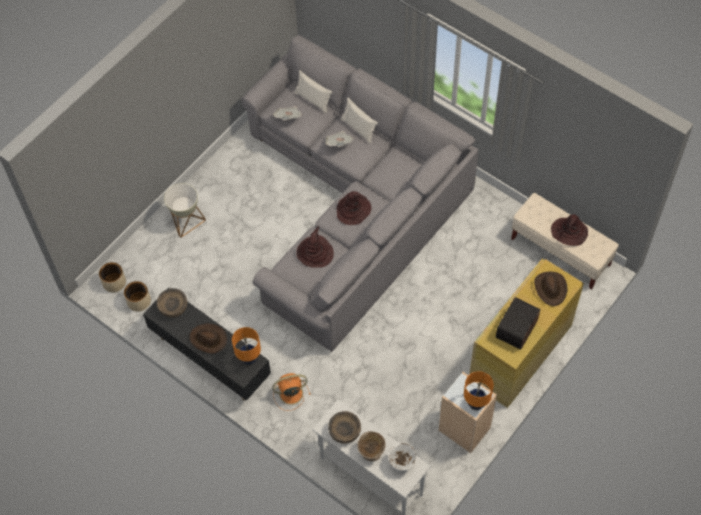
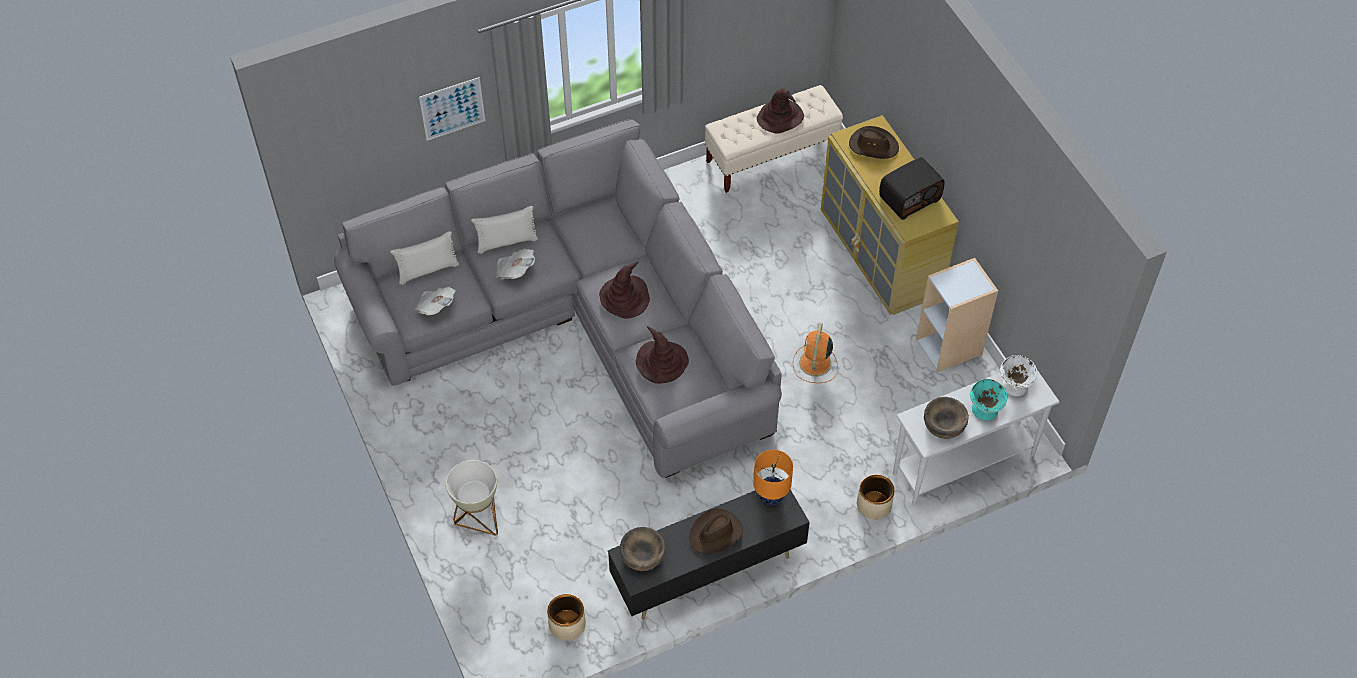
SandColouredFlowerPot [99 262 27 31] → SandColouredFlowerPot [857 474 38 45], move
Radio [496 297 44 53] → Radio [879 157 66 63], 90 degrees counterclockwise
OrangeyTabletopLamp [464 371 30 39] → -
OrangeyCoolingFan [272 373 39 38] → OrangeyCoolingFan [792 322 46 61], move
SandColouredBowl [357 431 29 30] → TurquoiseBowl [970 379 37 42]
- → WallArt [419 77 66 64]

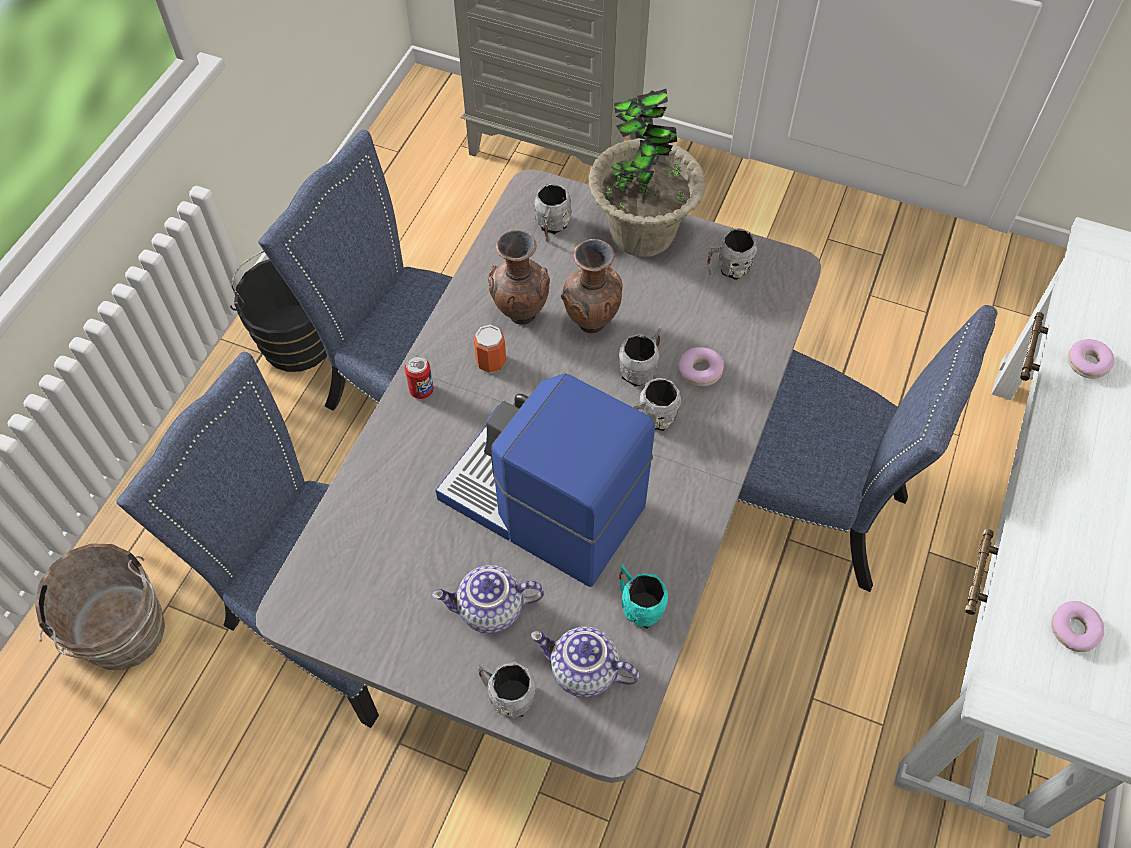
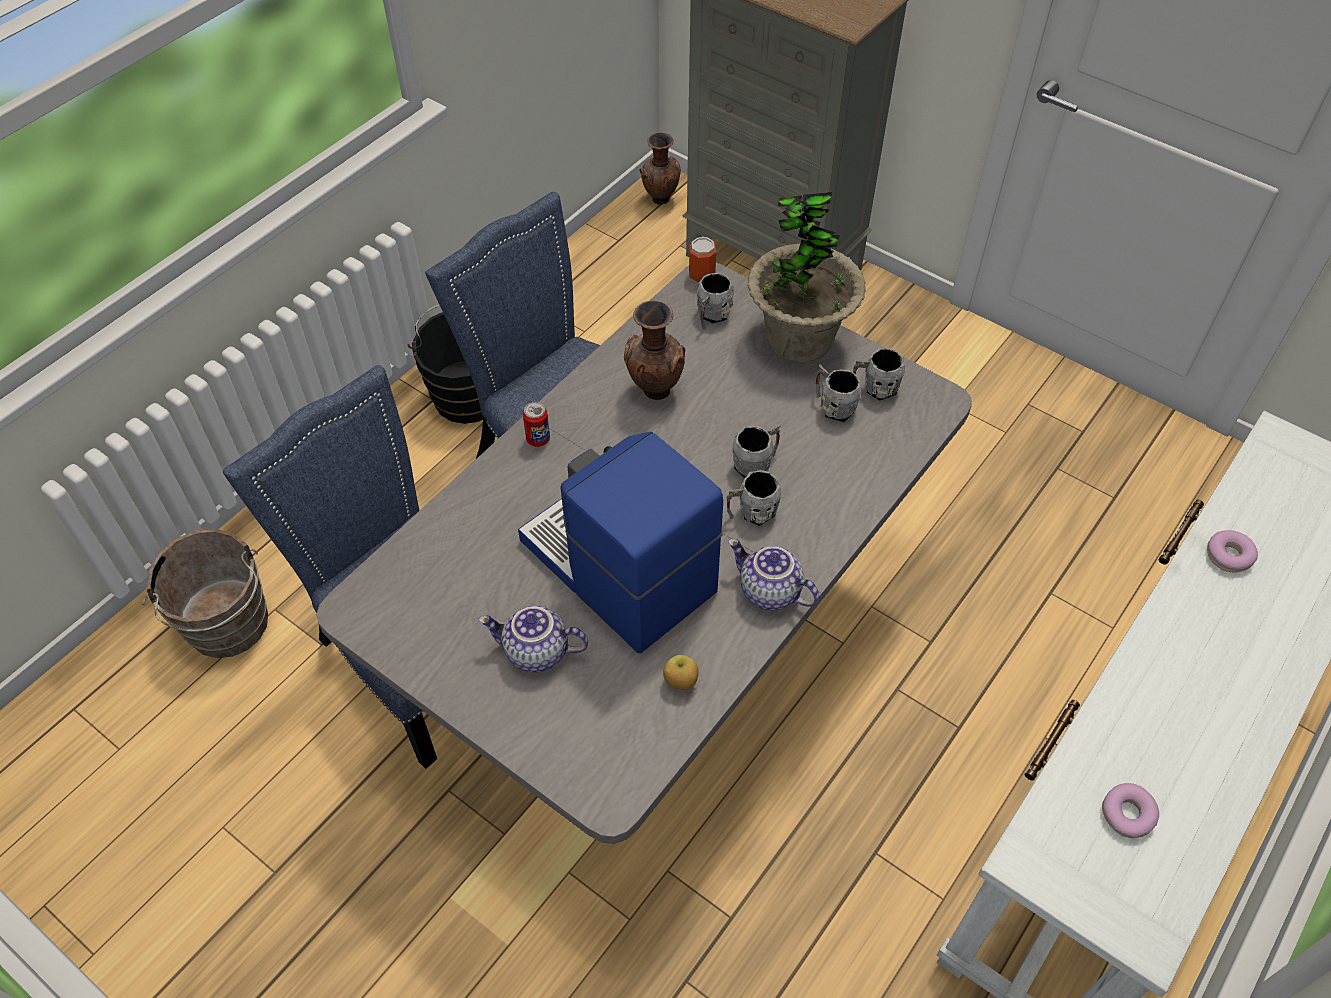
BrownColouredDecorativeVase [561 239 62 94] → BrownColouredDecorativeVase [639 132 42 73], move
BluishChair [737 305 261 287] → -
Can [473 325 33 48] → Can [689 237 27 47], move
Donut [678 347 46 39] → -
TurquoiseCoffeeMug [619 564 49 65] → WholeApple [663 655 36 35]
TeaPot [531 627 108 70] → TeaPot [728 538 91 72], move
GreyCoffeeMug [478 662 58 56] → GreyCoffeeMug [816 364 45 58], move

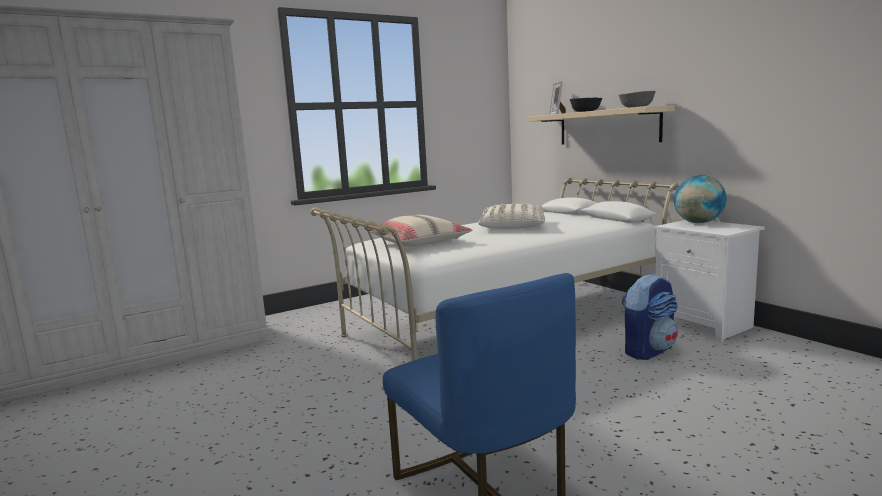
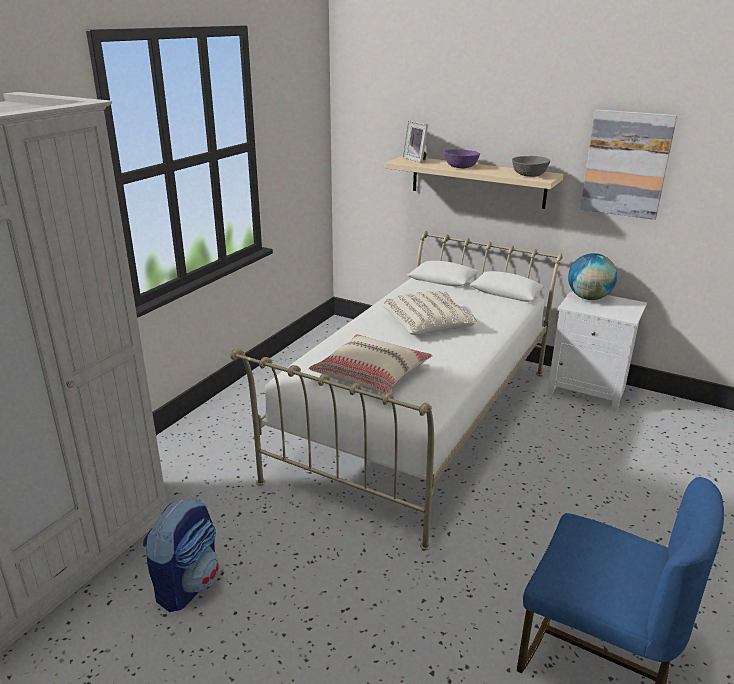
BlackBowl [570 98 32 14] → PurpleBowl [444 149 36 19]
Rucksack [622 274 56 86] → Rucksack [143 498 76 114], move
- → WallArt [580 109 97 111]

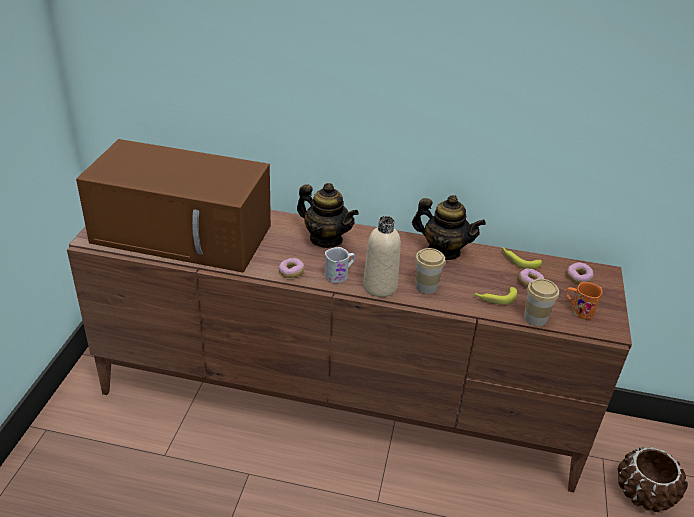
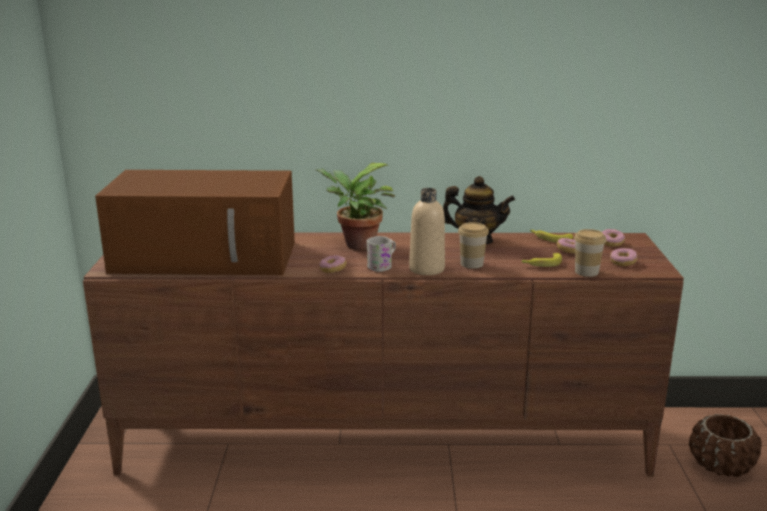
TeaPot [297 183 62 65] → PottedPlant [315 163 81 87]
OrangeyCoffeeMug [566 282 36 37] → Donut [610 248 27 18]

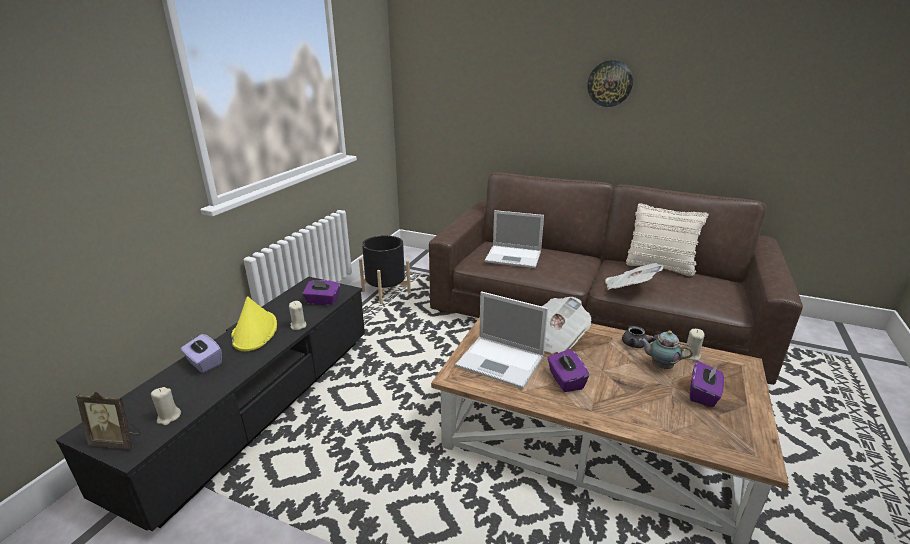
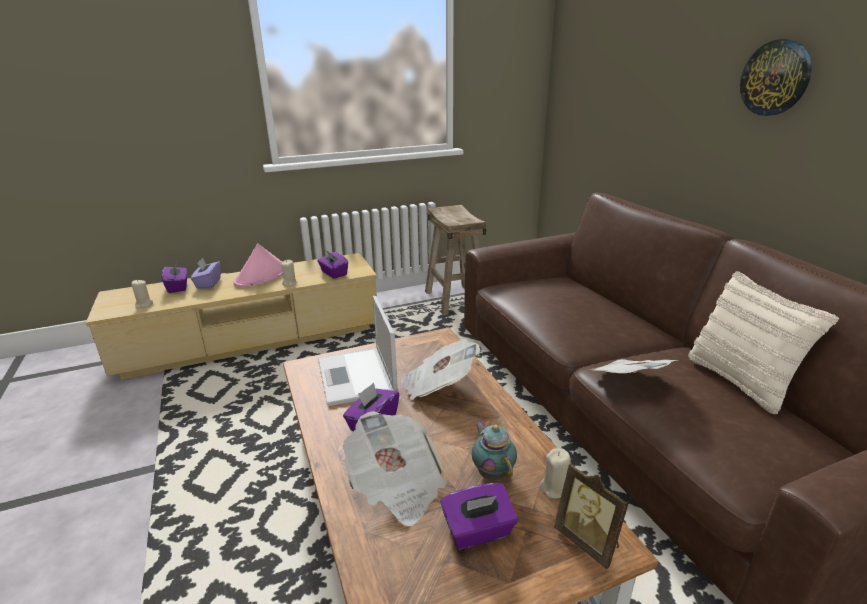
NotebookComputer [485 210 59 58] → -
BlackFlowerPot [359 235 52 69] → SandColouredStool [425 205 61 110]
BlackTvUnit [56 276 309 255] → SandColouredTvUnit [86 253 291 127]
YellowColouredHat [231 296 46 55] → PinkColouredHat [233 243 50 44]
GreyTeaPot [622 326 37 22] → -
PhotoFrame [76 392 65 57] → PhotoFrame [554 463 75 106], move
- → PurpleBoxOfTissues [162 262 25 31]
- → DailyPaper [342 411 105 115]

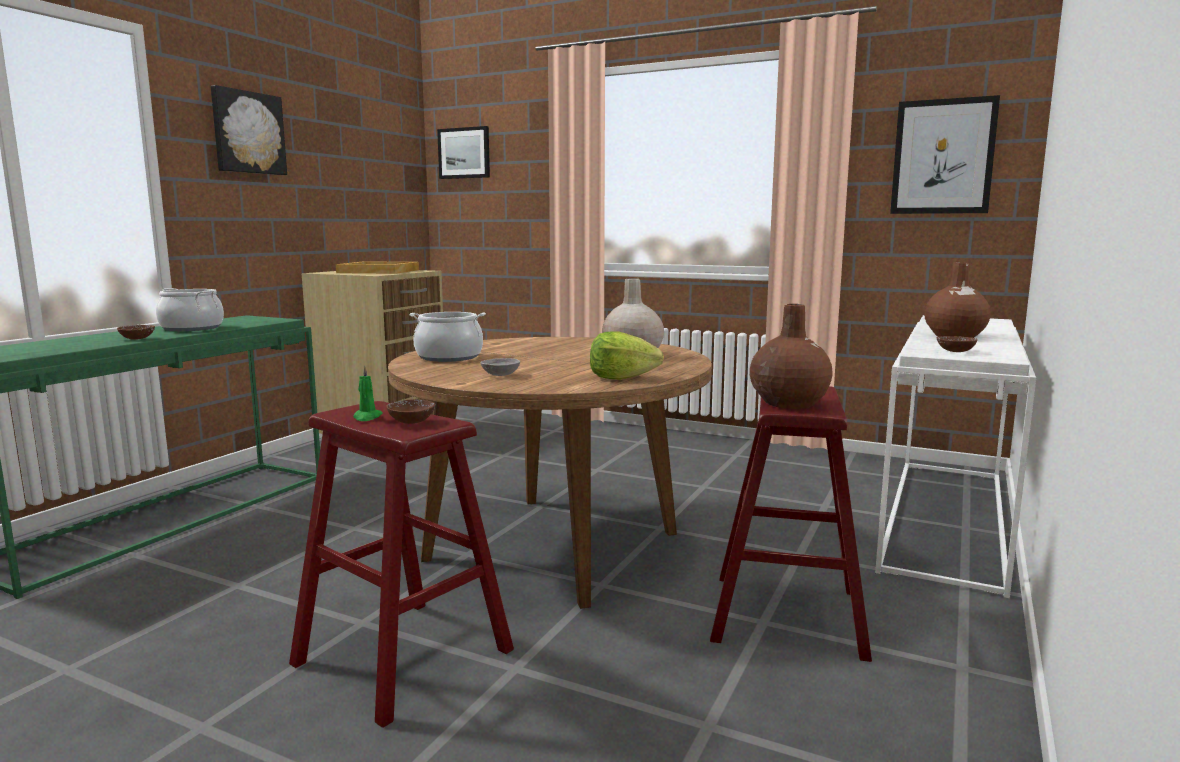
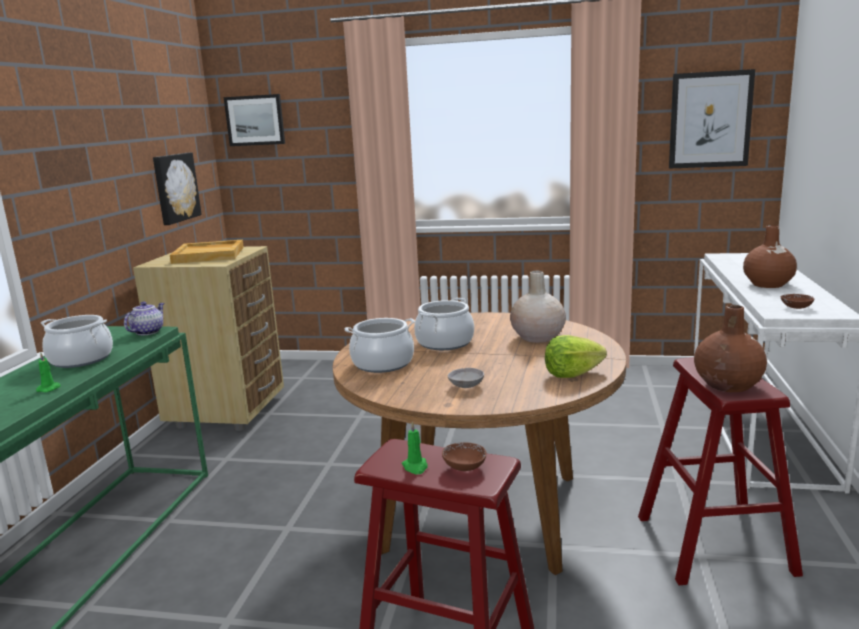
WallArt [211 85 76 90] → WallArt [153 152 49 73], move
BrownColouredBowl [117 325 38 15] → GreenishWaxLight [36 353 25 39]
- → CookingPot [414 298 60 52]
- → TeaPot [124 302 40 33]

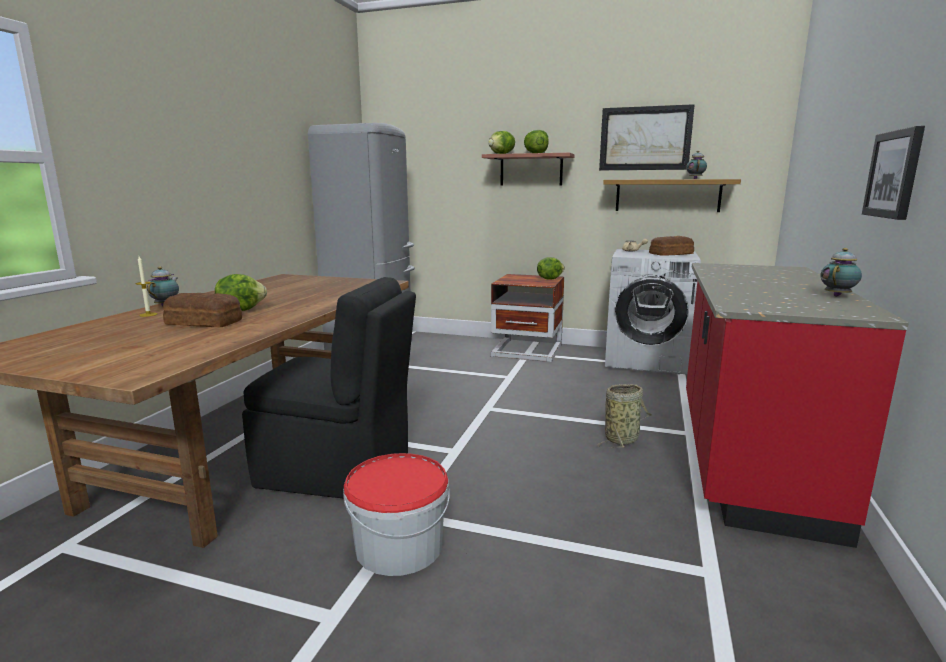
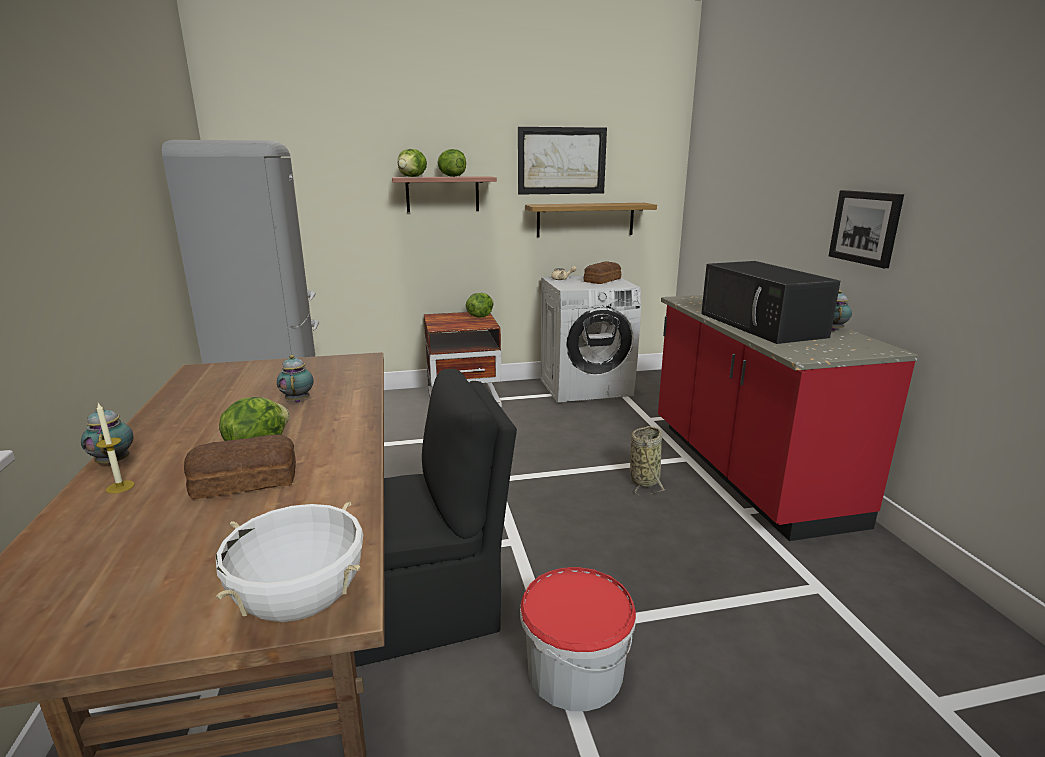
TeaPot [686 151 21 28] → TeaPot [277 355 37 48], move
- → BlackMicrowave [701 261 139 83]
- → WhiteColouredCookingPot [215 502 148 120]

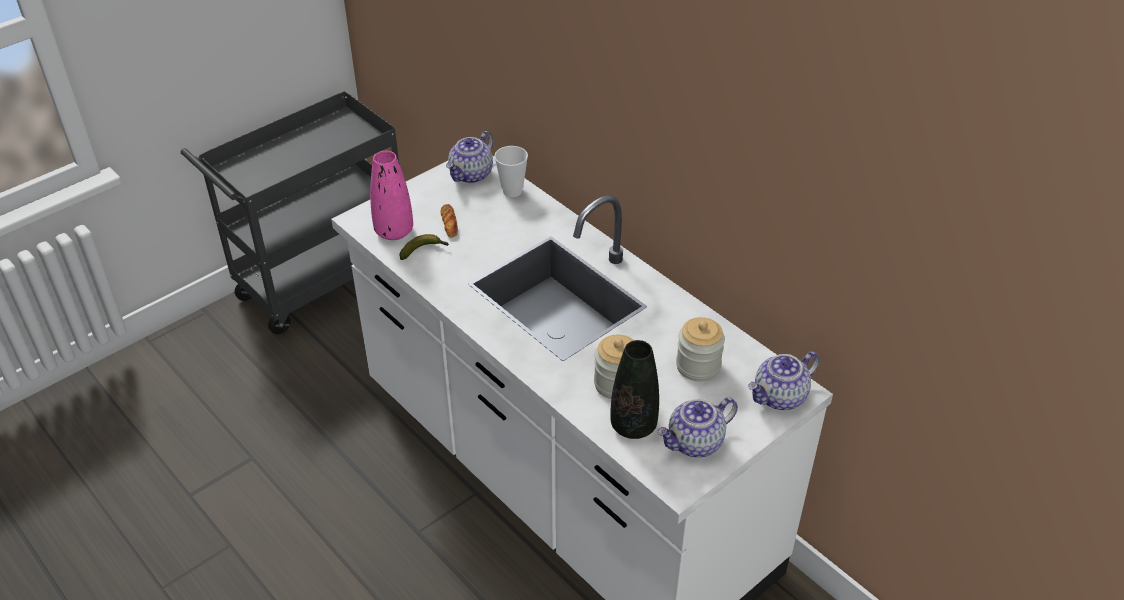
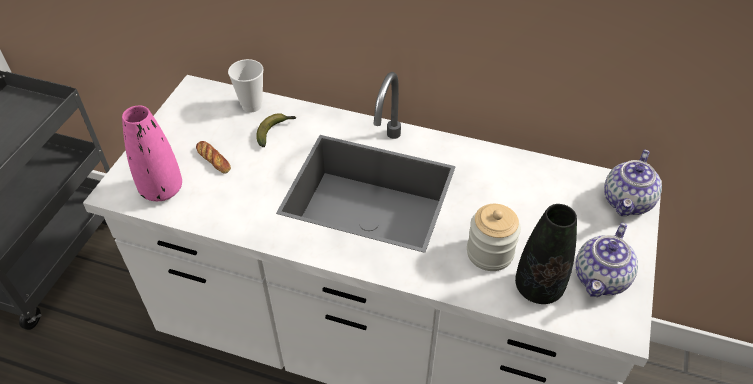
TeaPot [446 131 47 52] → -
Banana [399 234 50 26] → Banana [256 113 40 34], move
StorageJar [676 317 49 65] → -

